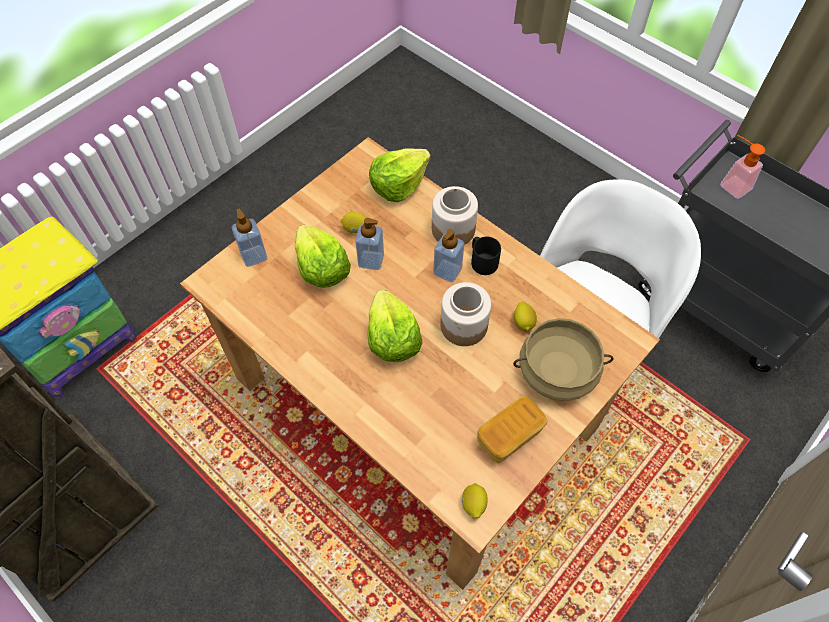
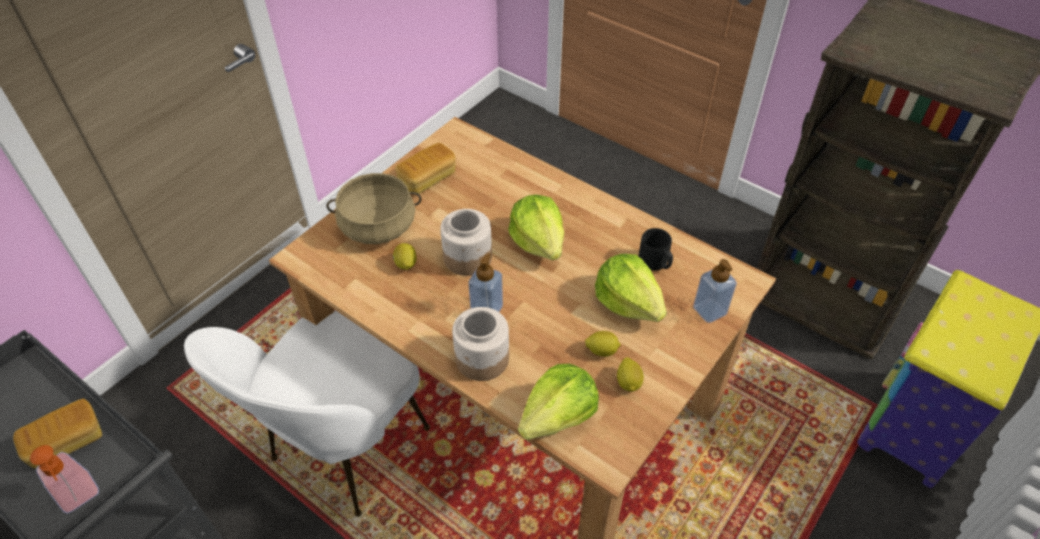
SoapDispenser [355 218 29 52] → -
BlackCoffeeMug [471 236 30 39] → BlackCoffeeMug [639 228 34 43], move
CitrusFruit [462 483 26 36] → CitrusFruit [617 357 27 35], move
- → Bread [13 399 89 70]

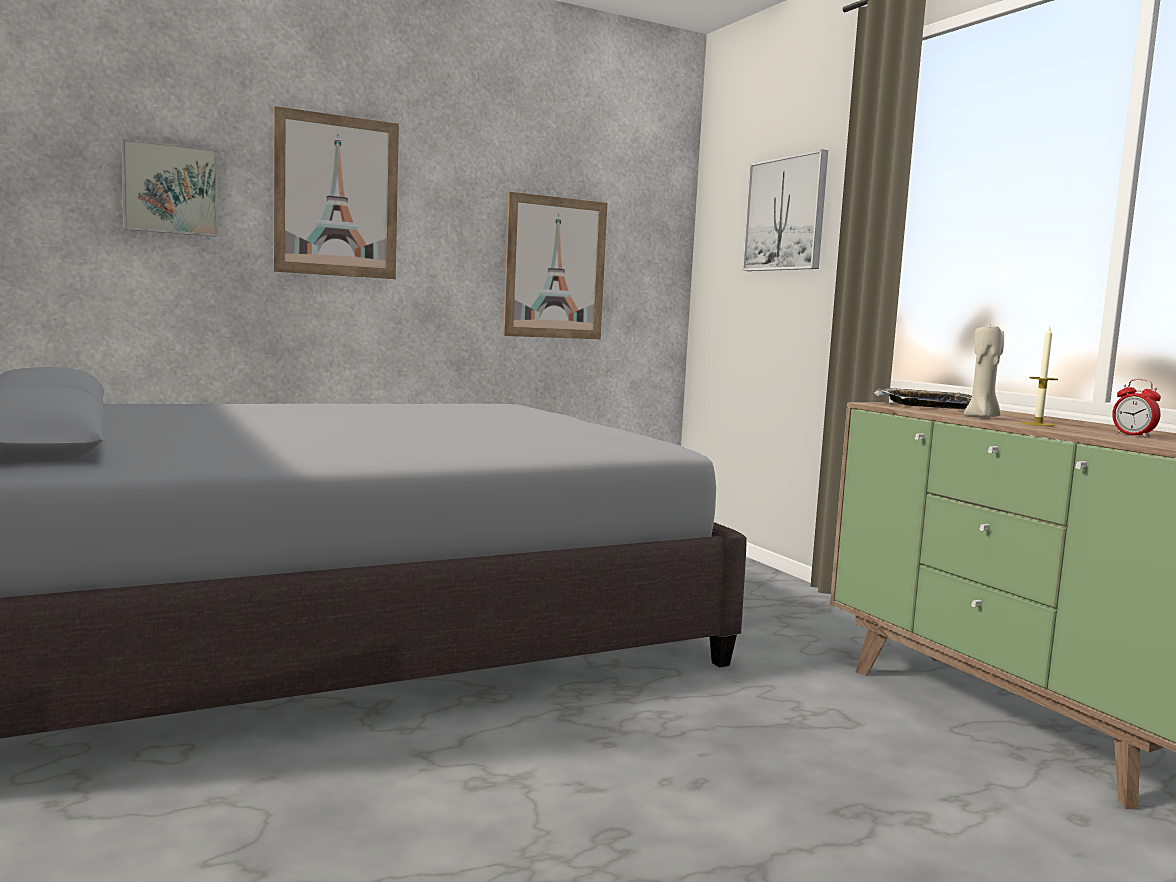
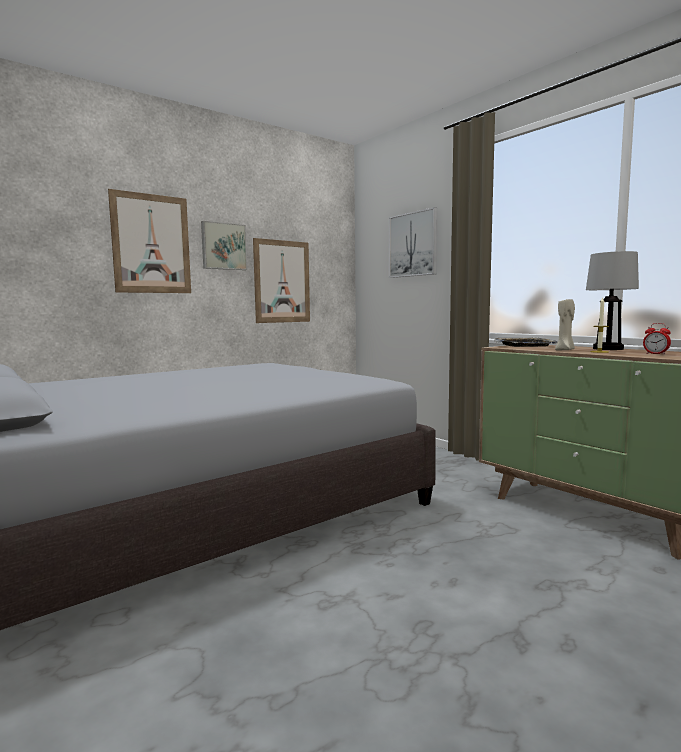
WallArt [122 138 96 99] → WallArt [201 221 46 49], move
- → TabletopLamp [586 251 53 99]

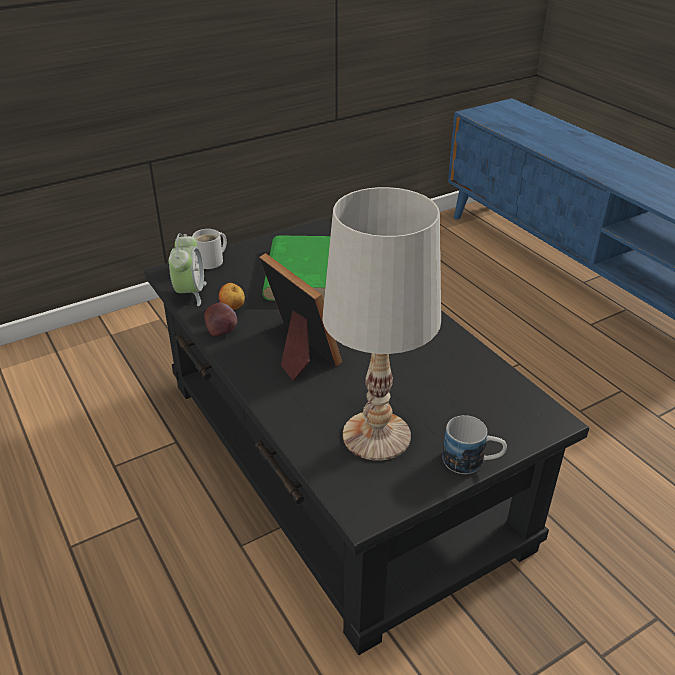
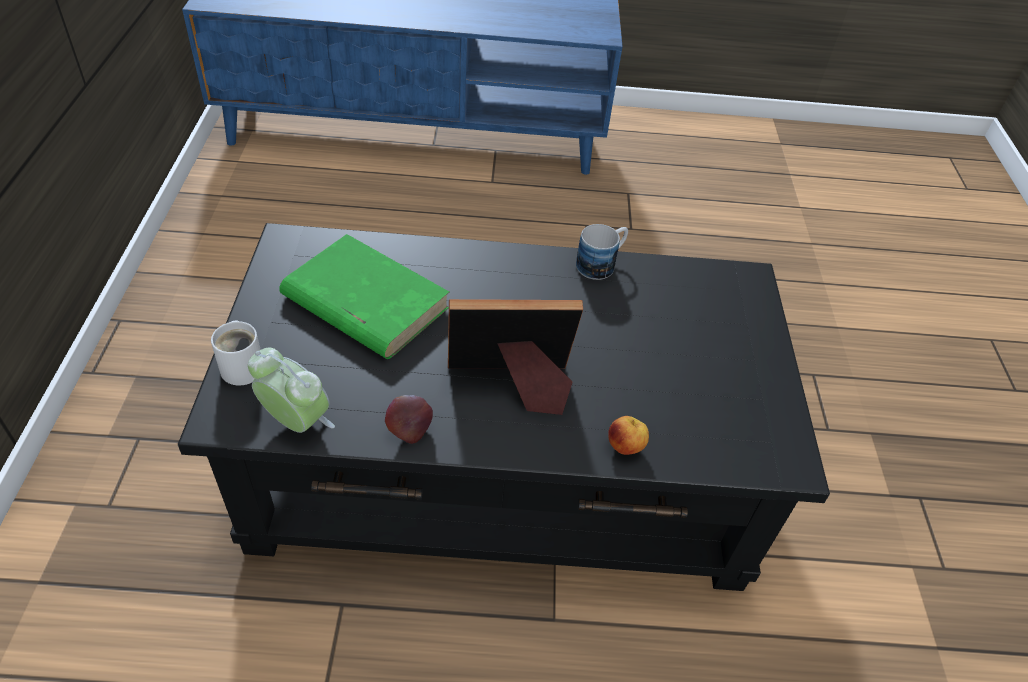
WhiteColouredTabletopLamp [323 187 118 274] → -
WholeApple [219 283 26 27] → WholeApple [608 416 41 39], move
CoffeeMug [442 415 65 59] → CoffeeMug [576 224 52 56], move

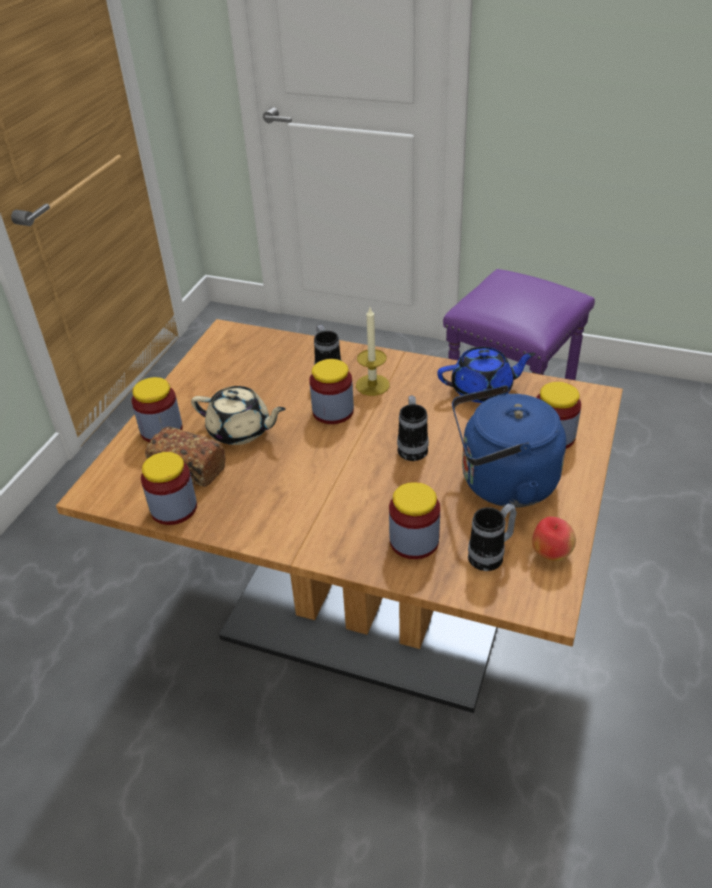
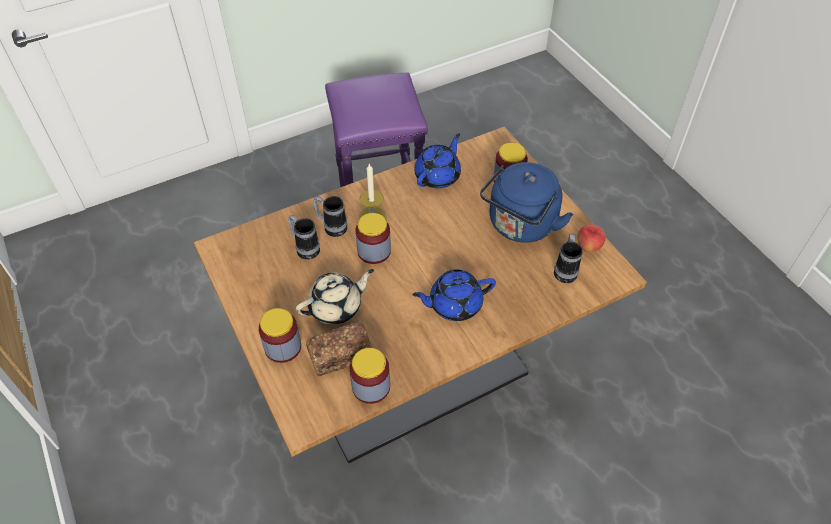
CoffeeMug [397 395 32 66] → CoffeeMug [288 215 32 45], move
StorageJar [389 482 51 77] → -
- → BluishTeaPot [412 269 84 52]

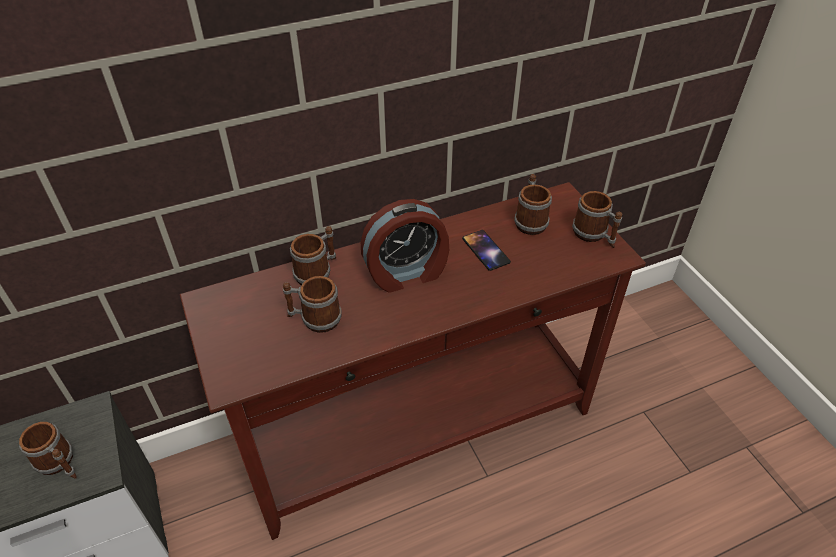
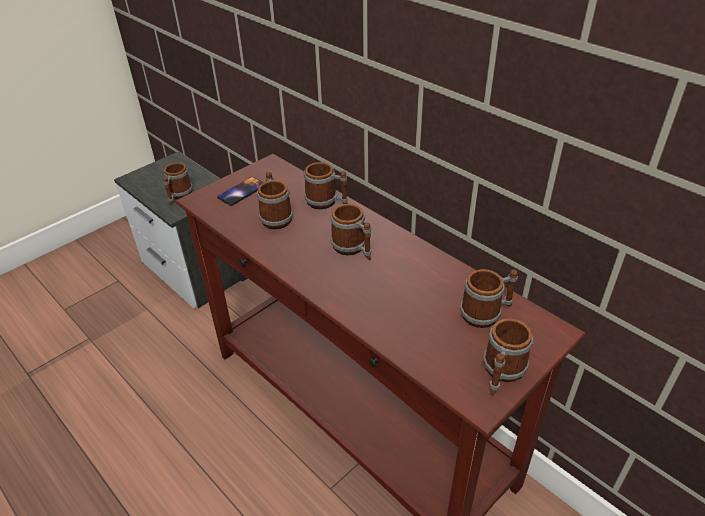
TableClock [361 199 88 94] → CoffeeMug [331 204 40 56]
Handset [462 230 49 41] → Handset [217 177 47 29], move

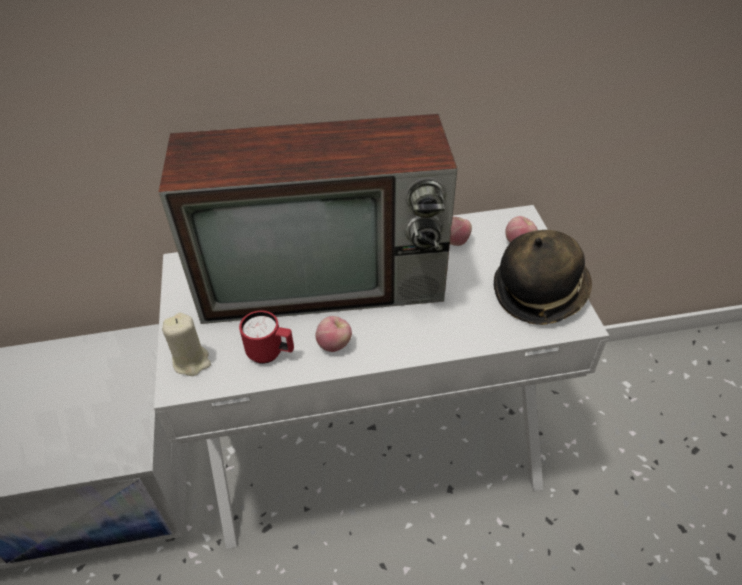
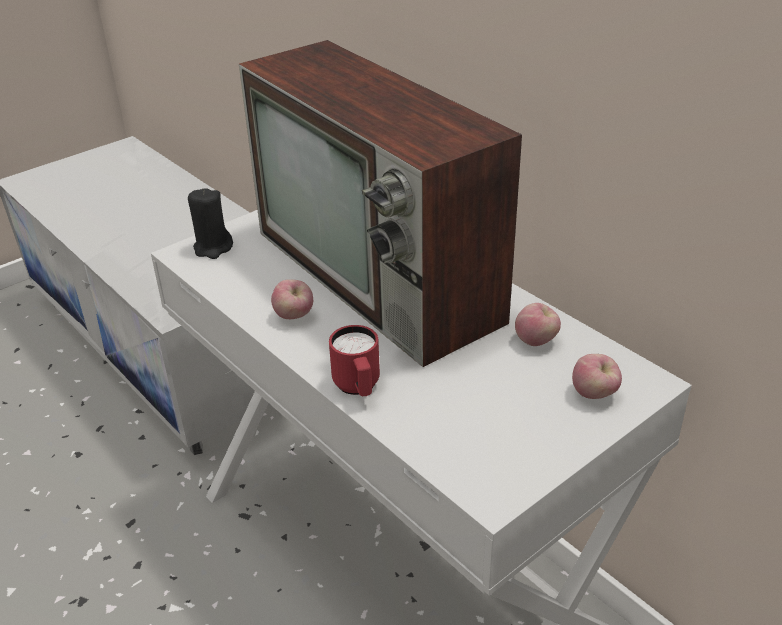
Hat [494 230 98 95] → -
RedColouredCoffeeMug [239 310 55 54] → RedColouredCoffeeMug [329 325 51 71], move
SandColouredWaxLight [162 313 49 63] → BlackWaxLight [188 188 45 71]

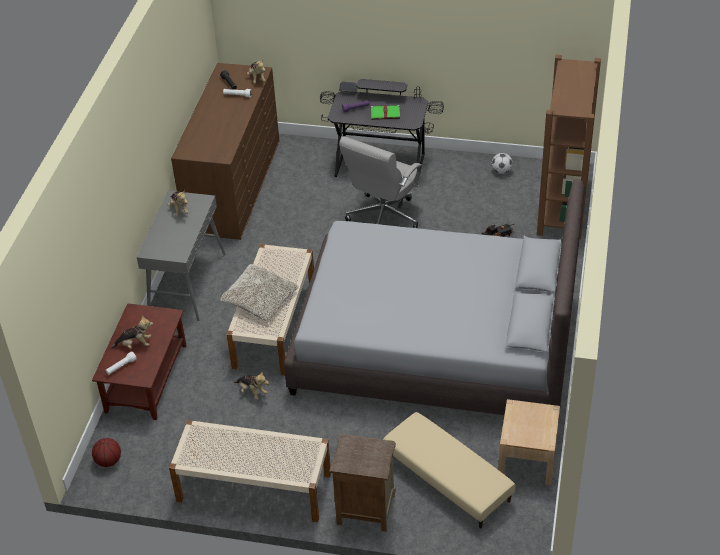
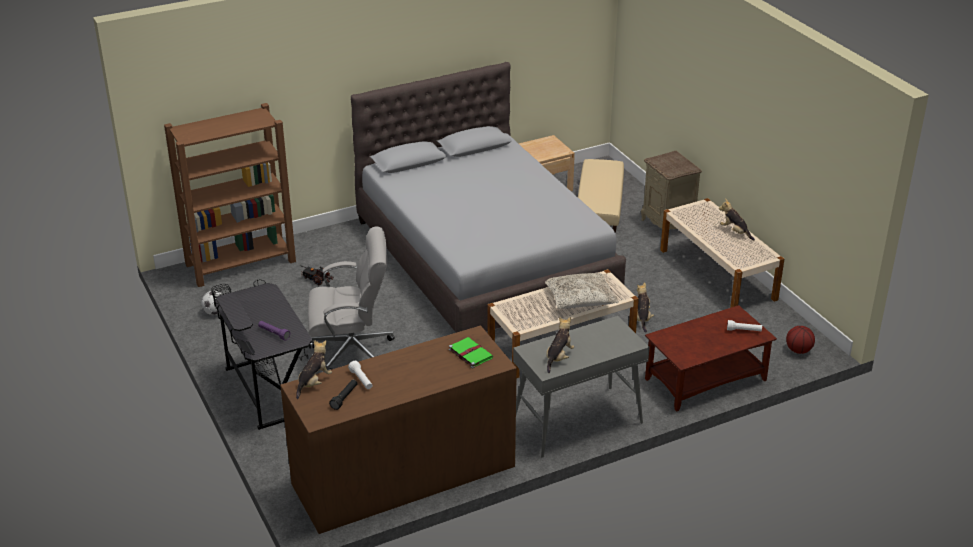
GreenishBoundBook [371 105 31 15] → GreenishBoundBook [449 337 44 31], move
SoftToy [111 315 42 34] → SoftToy [719 199 36 42], move

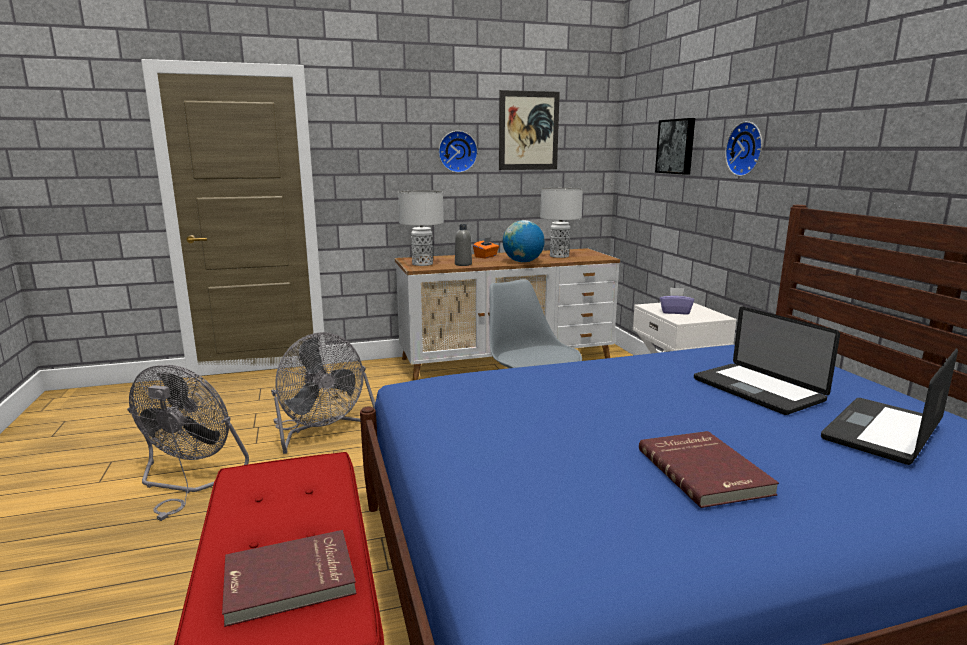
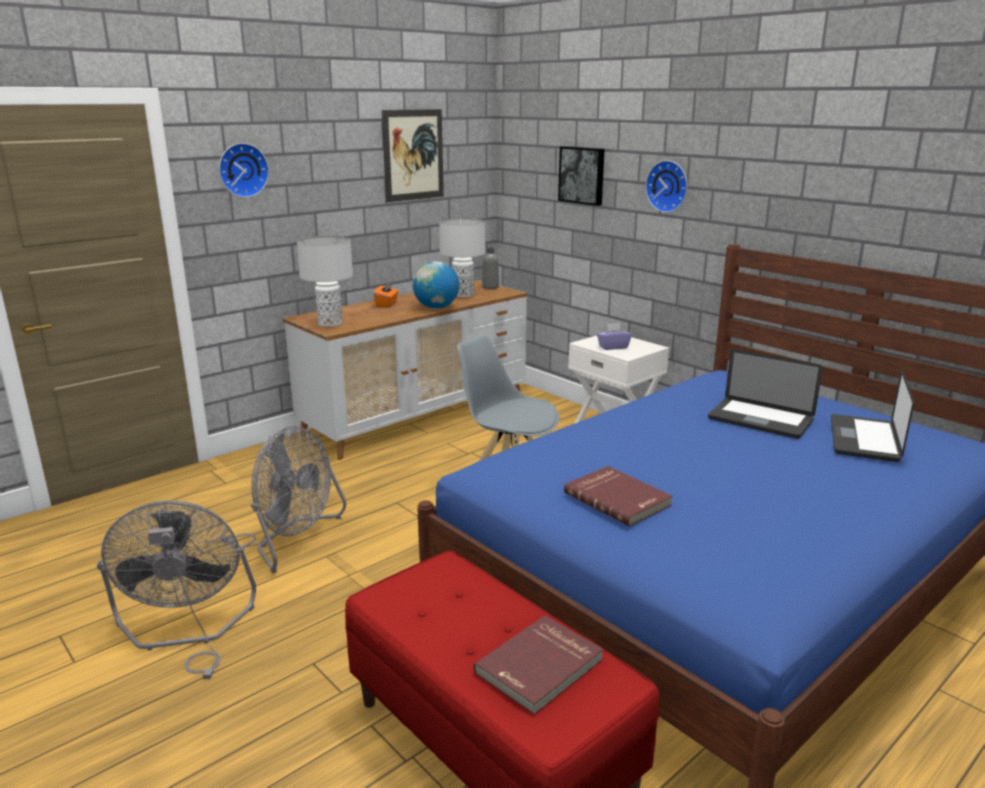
ClockOnTheWall [438 131 40 42] → ClockOnTheWall [219 143 50 55], move
GreyBeverageBottle [455 224 17 42] → GreyBeverageBottle [482 248 17 41], move
RedColouredBoundBook [639 431 140 77] → RedColouredBoundBook [564 466 109 60], move

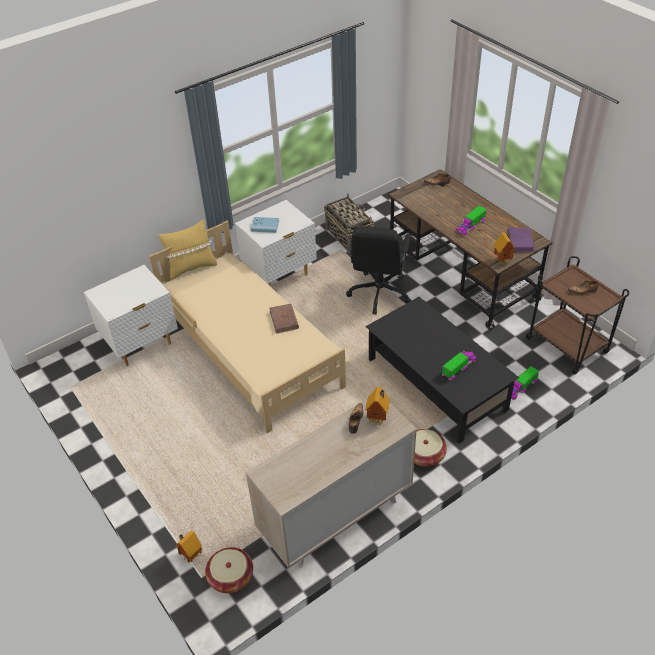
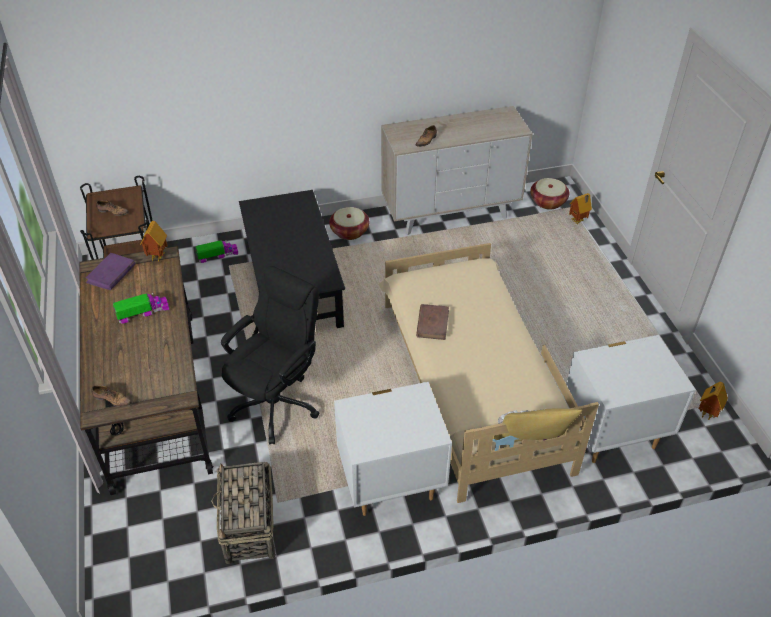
BluishBoundBook [251 217 28 16] → -
ModelTruck [442 351 34 30] → -
MiniatureHouse [365 387 25 37] → MiniatureHouse [698 382 30 38], move

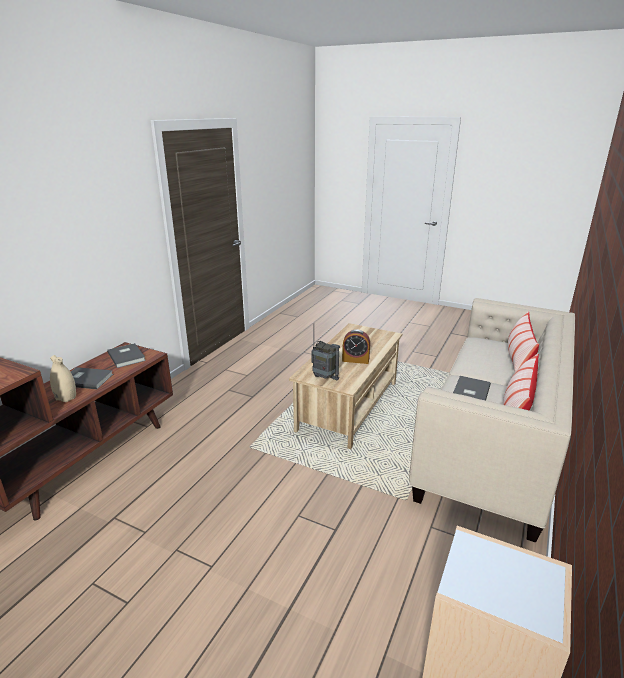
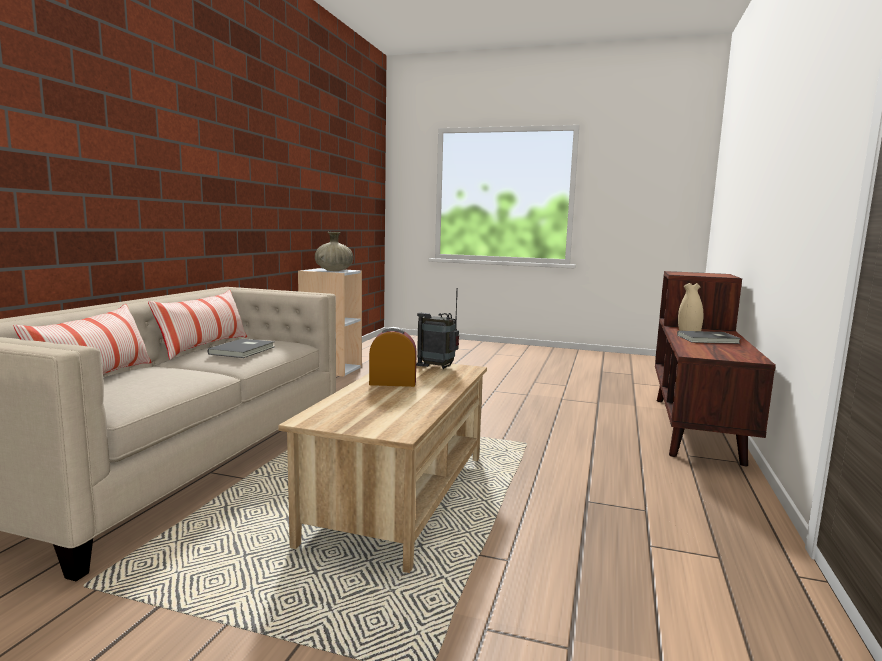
GreyBoundBook [107 343 39 25] → -
- → SandColouredDecorativeVase [315 232 39 39]

